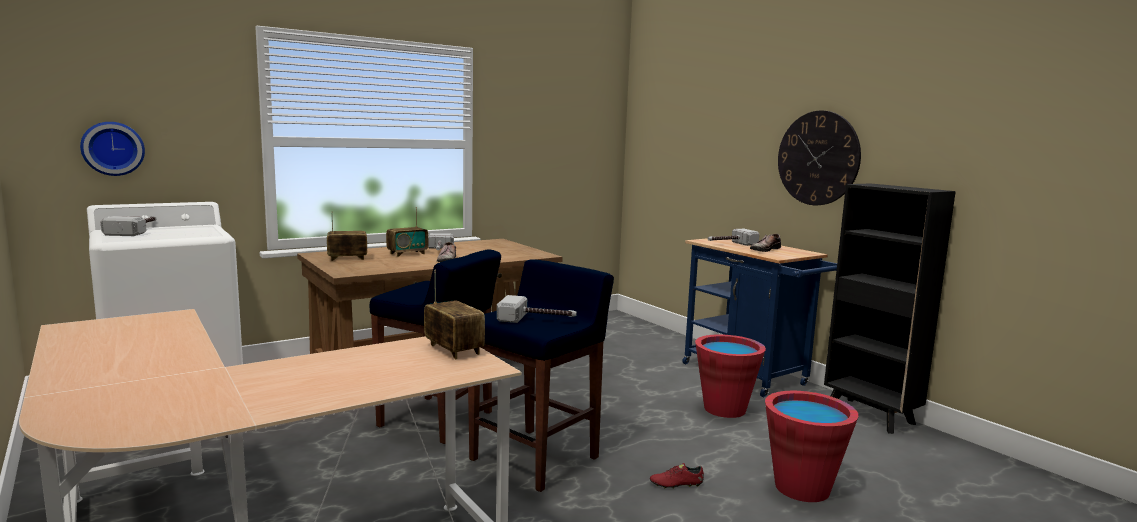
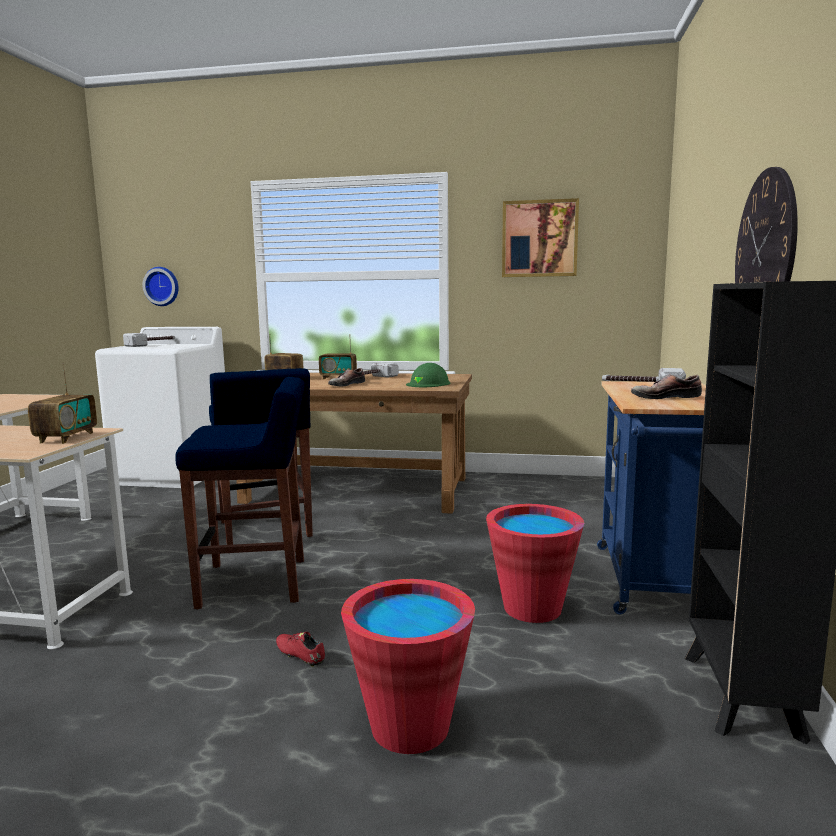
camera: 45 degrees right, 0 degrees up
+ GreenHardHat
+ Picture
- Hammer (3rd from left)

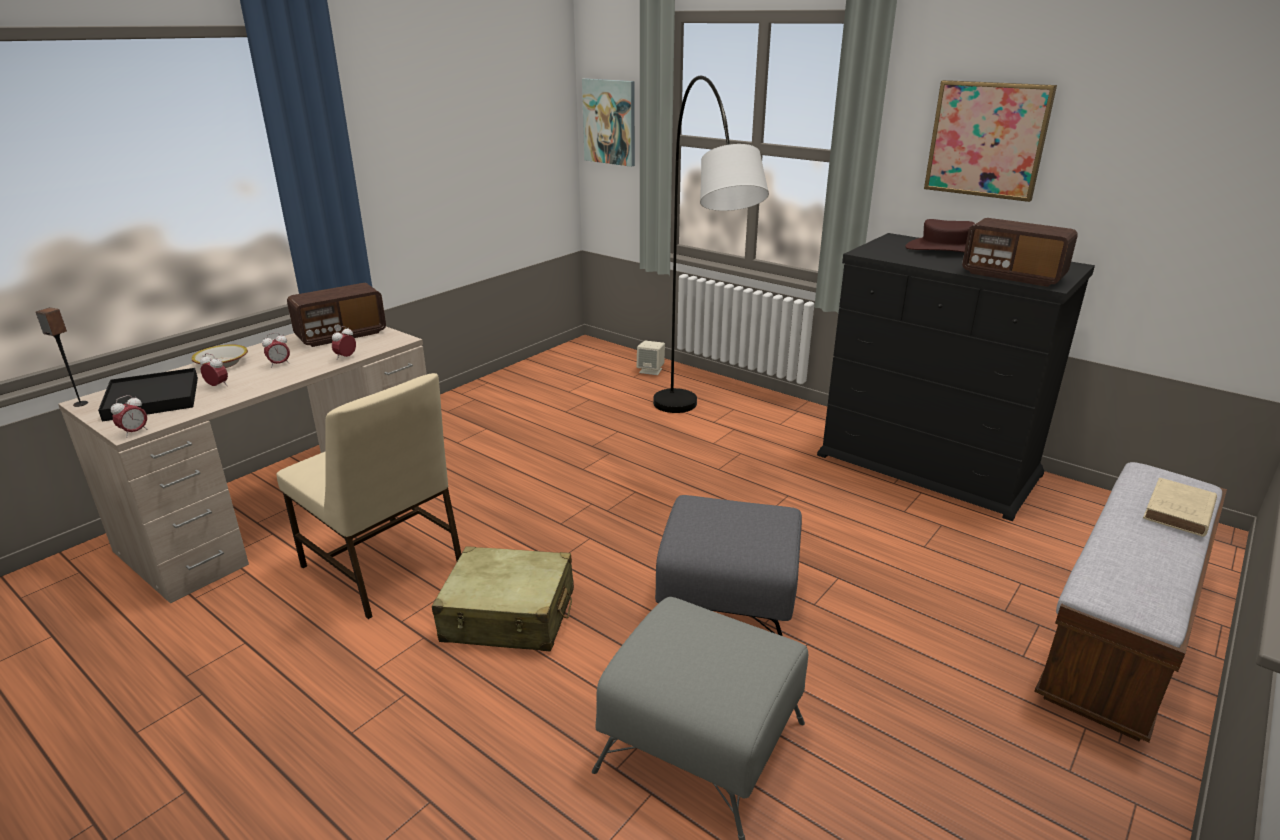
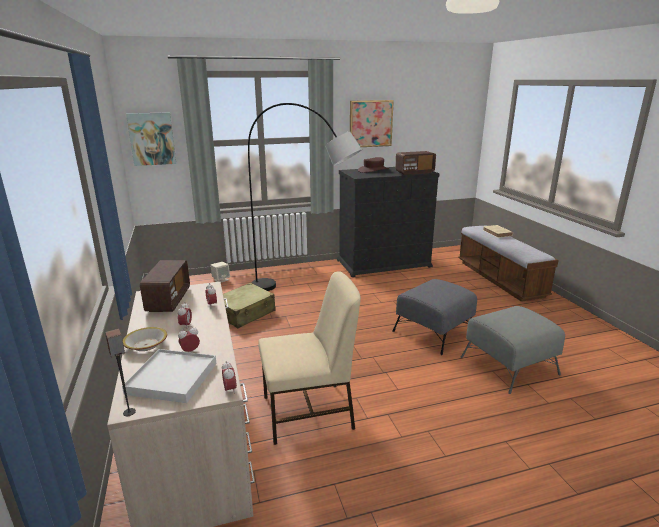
camera: 55 degrees left, 5 degrees down
~ BlackTray to WhiteTray
~ BeigeSuitcase

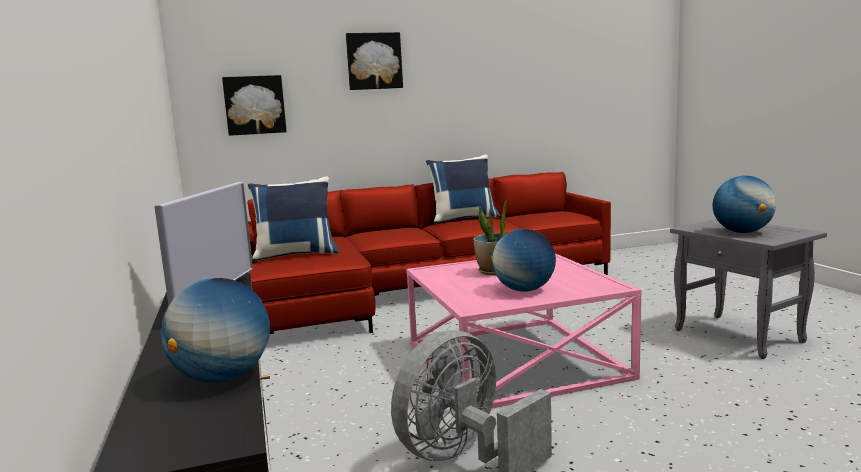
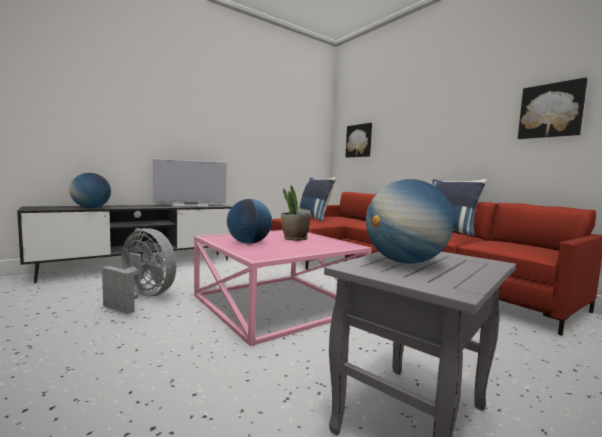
camera: 70 degrees right, 5 degrees down
~ Picture (2nd from left)

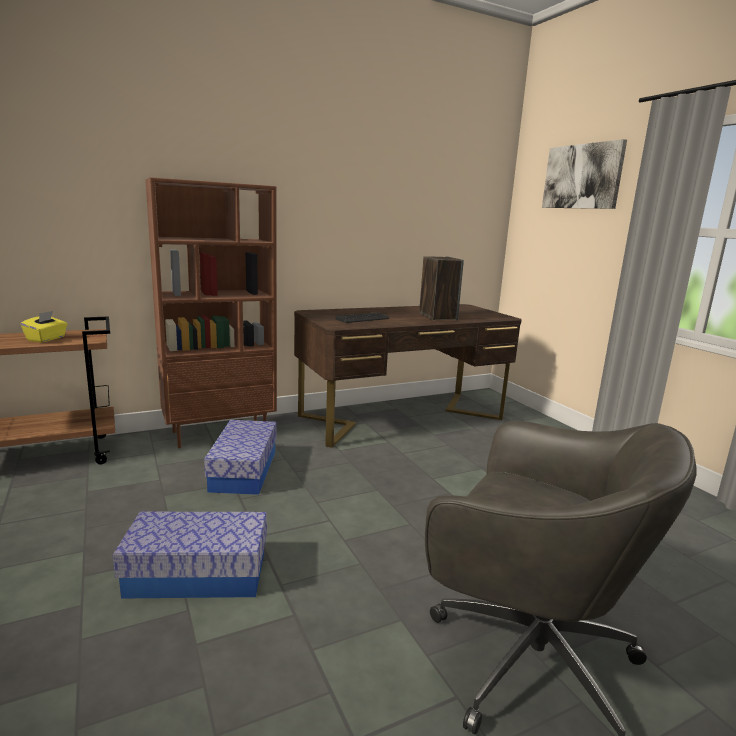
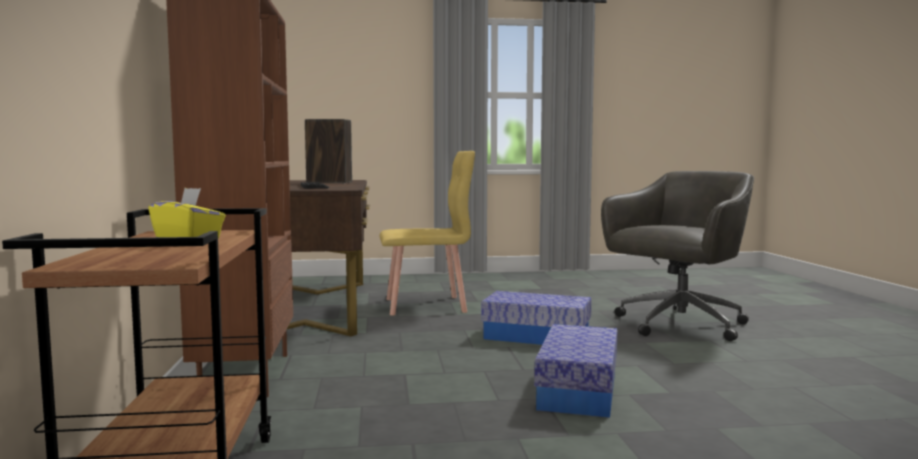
camera: 70 degrees left, 10 degrees down
+ YellowChair
~ StorageBox (2nd from left in the first image) to StorageBox (1st from left)
- Picture

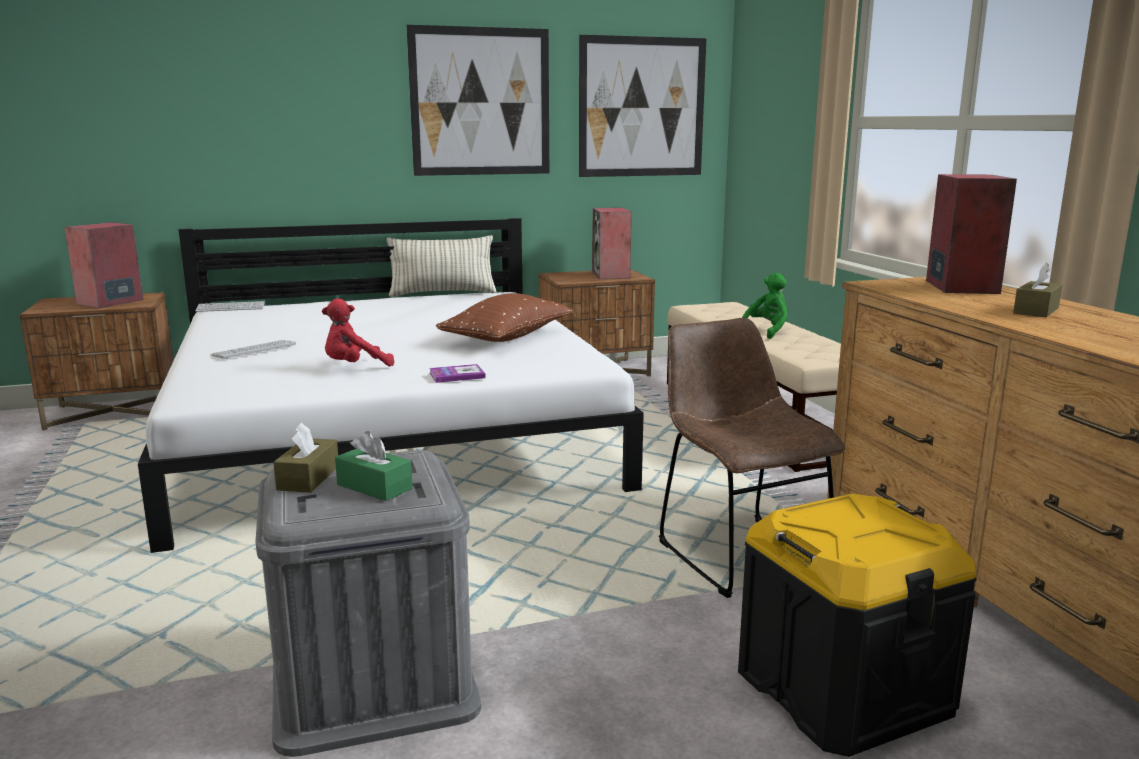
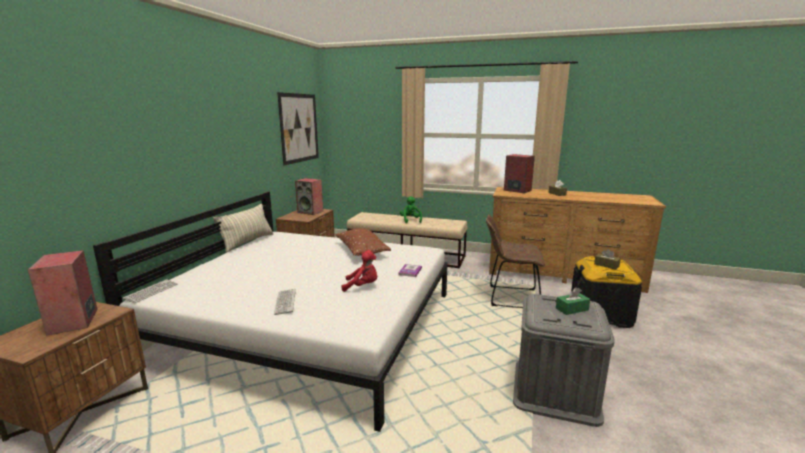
camera: 55 degrees left, 0 degrees up
~ RedPlushToy 90 degrees counterclockwise
~ BrownTissueBox (1st from left in the first image) to BrownTissueBox (2nd from left)
- Picture (1st from left)

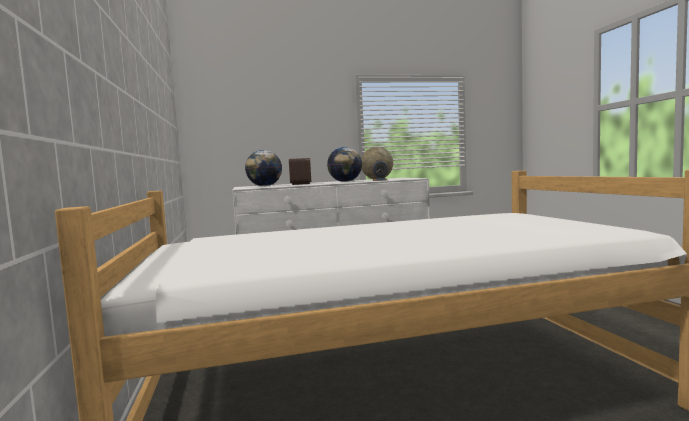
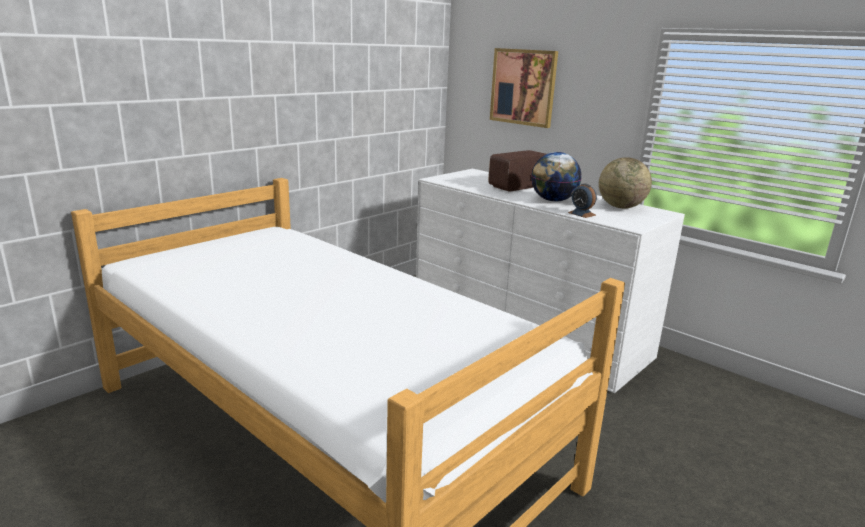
camera: 55 degrees right, 15 degrees up
+ Picture
- Globe (1st from left)

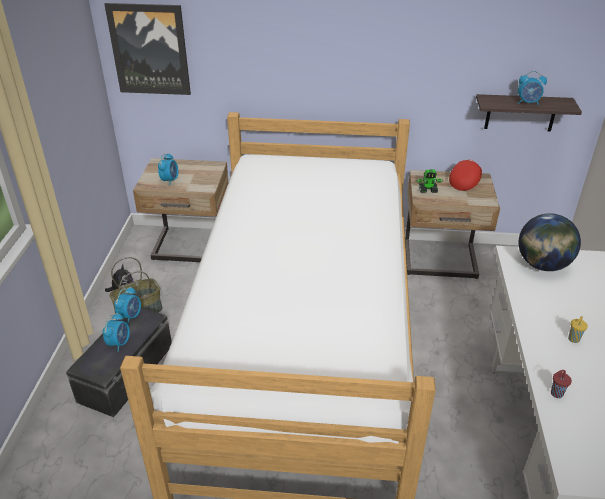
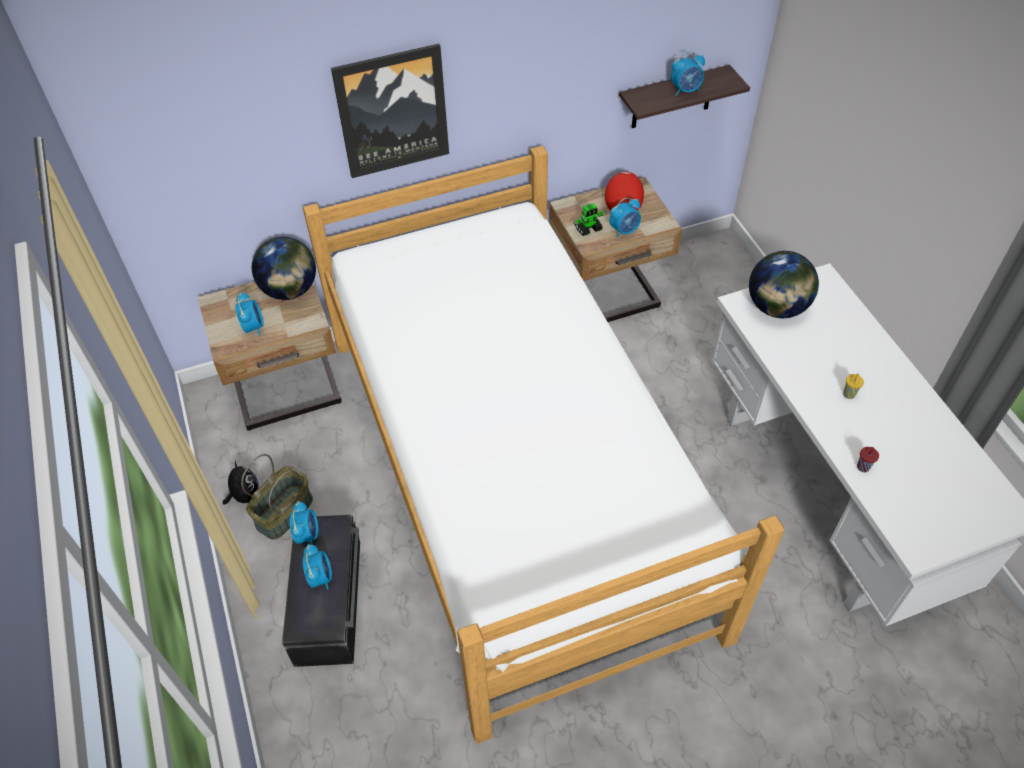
camera: 25 degrees left, 15 degrees up
+ Globe (1st from left)
~ Picture
+ AlarmClock (4th from left)

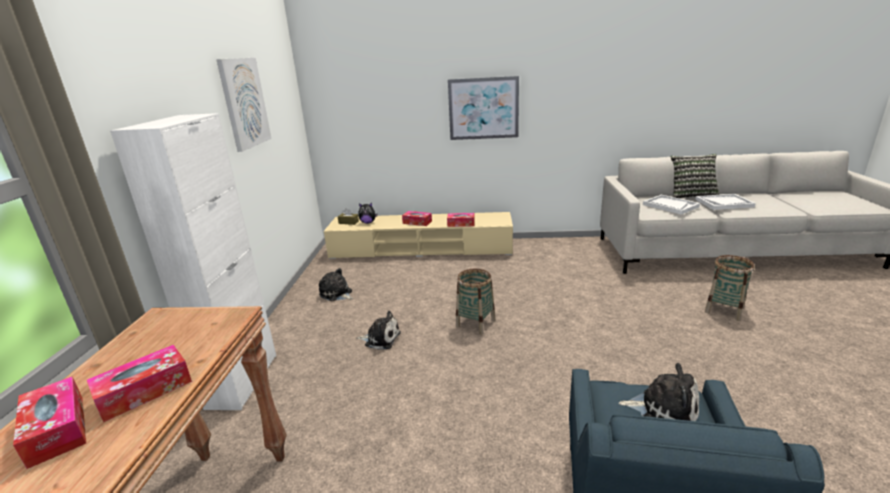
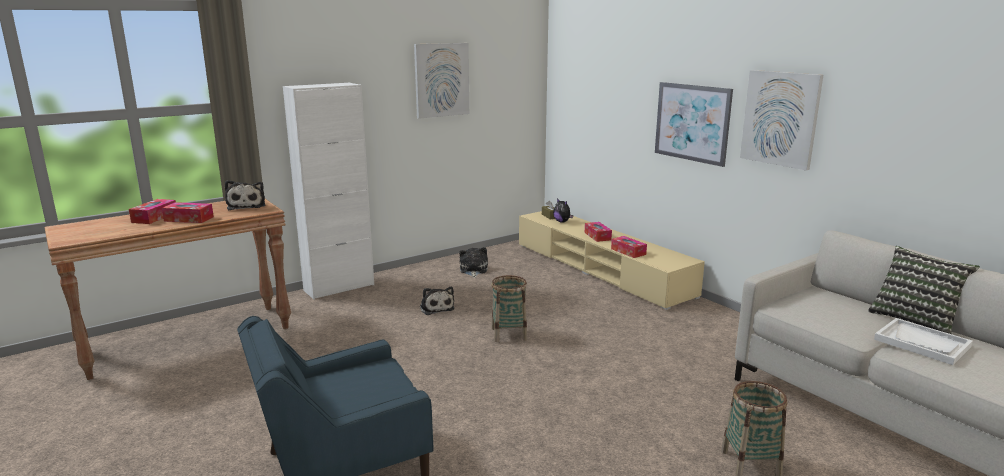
camera: 50 degrees right, 5 degrees down
~ PlushToy (4th from left in the first image) to PlushToy (1st from left)
+ Picture (3rd from left)
- WhiteTray (1st from left)

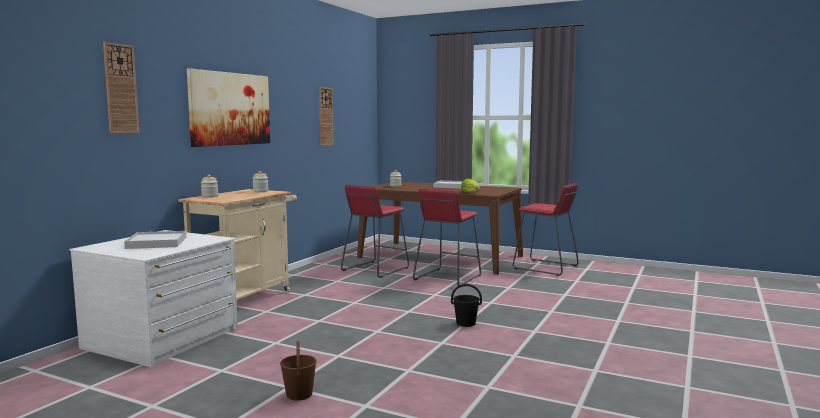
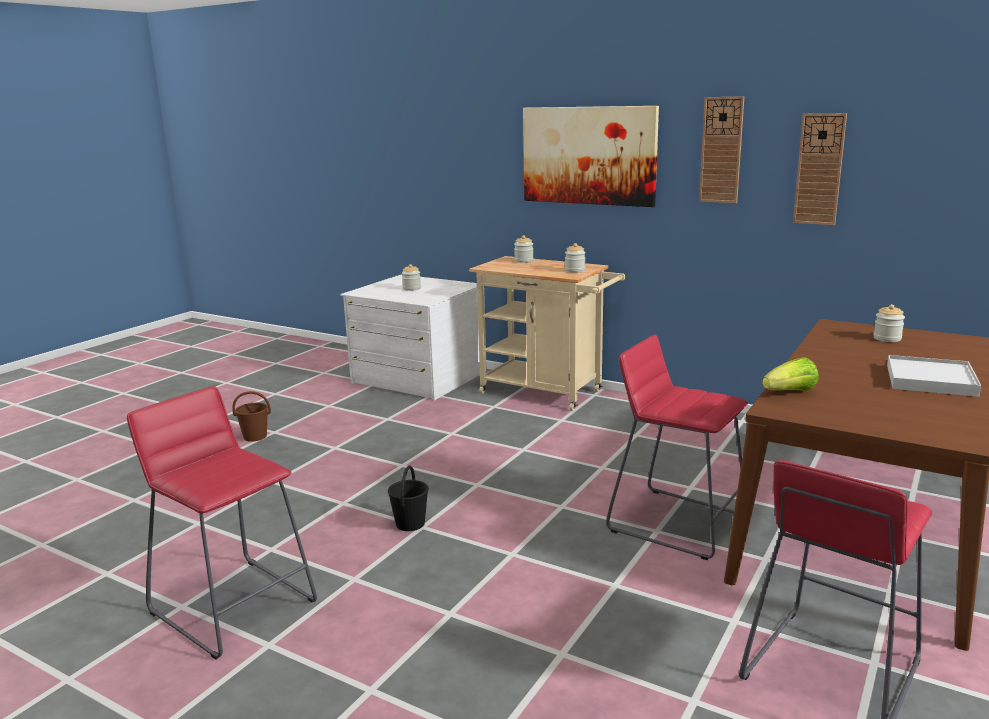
camera: 95 degrees right, 10 degrees up
~ RedStool (1st from left)
~ WhiteTray (1st from left) to Jar (1st from left)
~ WallClock (1st from left)

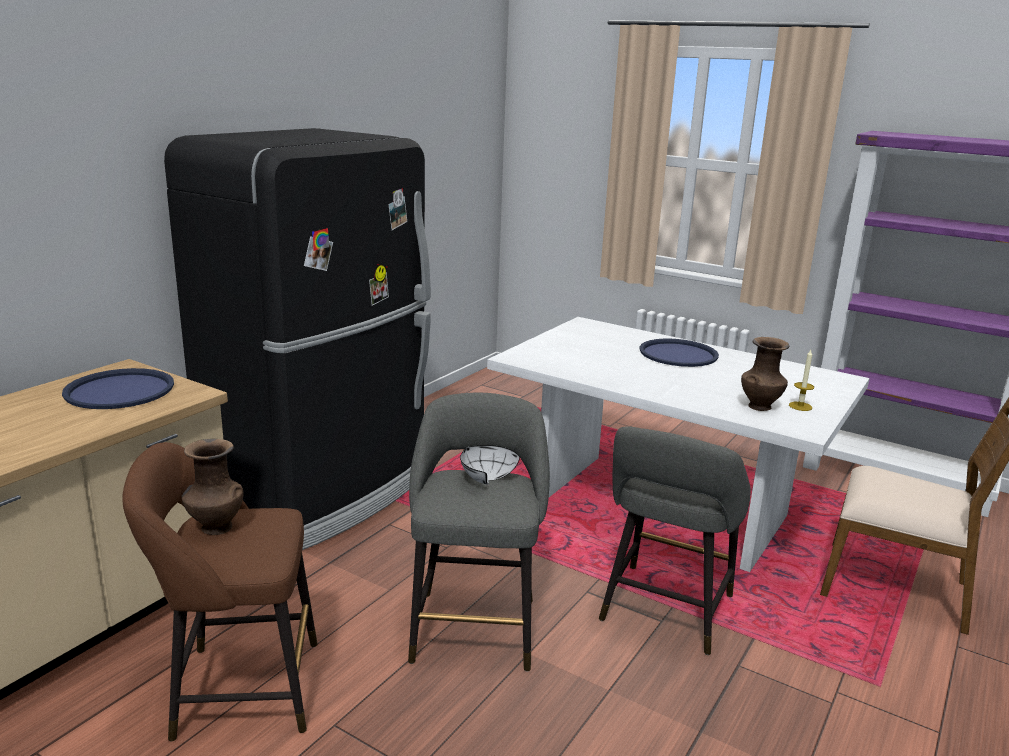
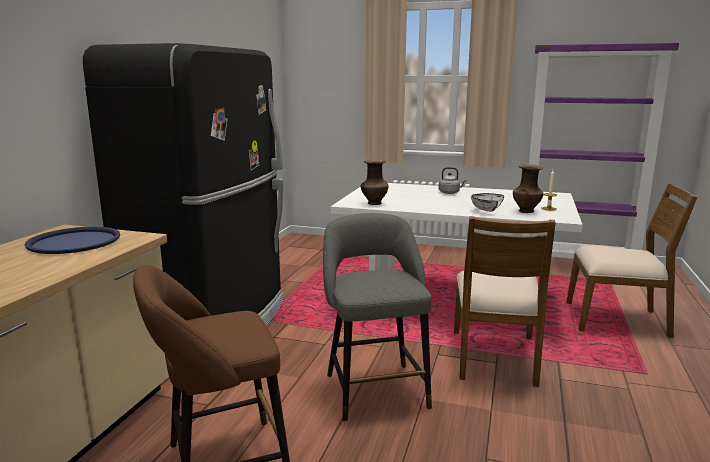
camera: 15 degrees left, 5 degrees down
~ BrownVase (1st from left)
~ BlueTray (2nd from left) to GreyKettle
~ GreyStool (2nd from left) to BrownChair (1st from left)
~ WhiteBowl

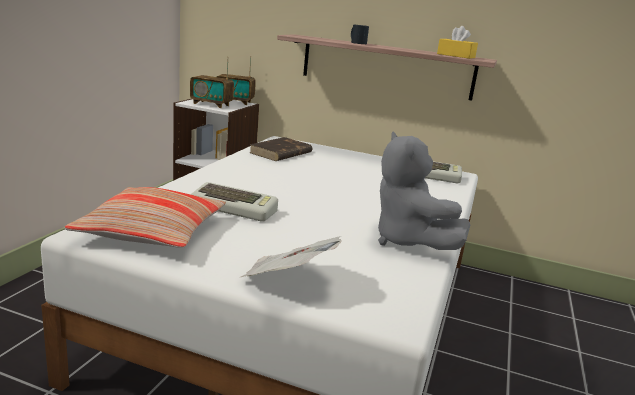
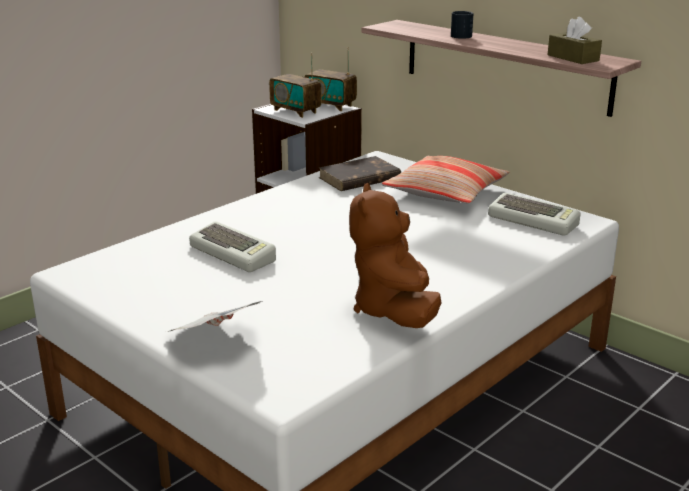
camera: 25 degrees right, 5 degrees up
~ GreyPlushToy to BrownPlushToy
~ Pillow
~ YellowTissueBox to BrownTissueBox

